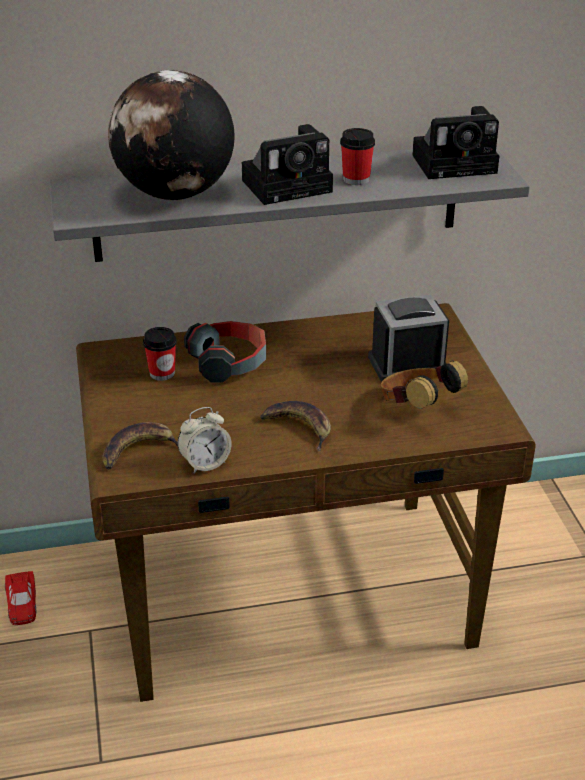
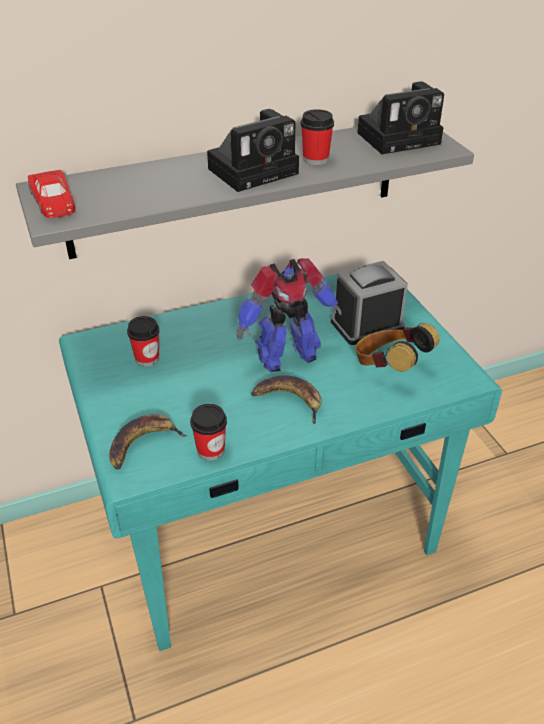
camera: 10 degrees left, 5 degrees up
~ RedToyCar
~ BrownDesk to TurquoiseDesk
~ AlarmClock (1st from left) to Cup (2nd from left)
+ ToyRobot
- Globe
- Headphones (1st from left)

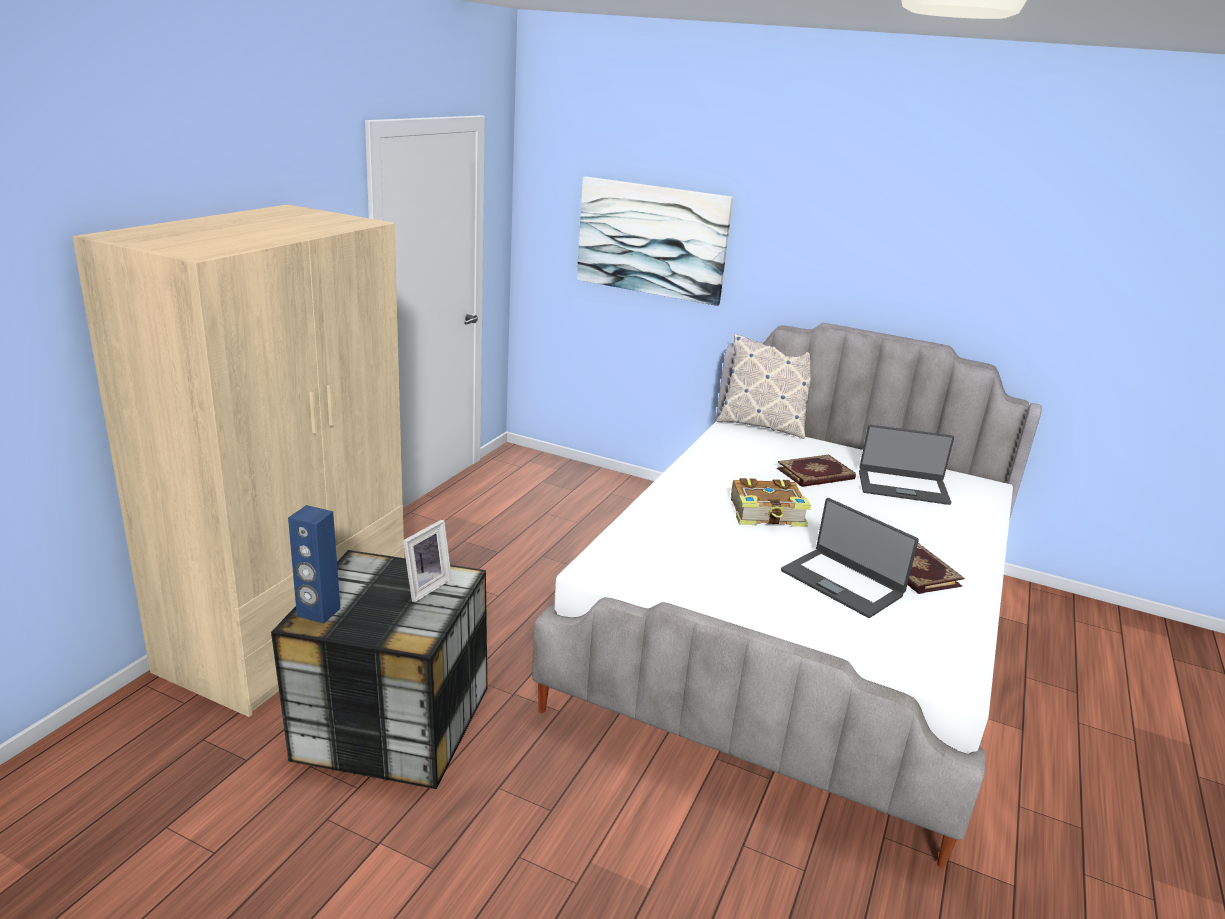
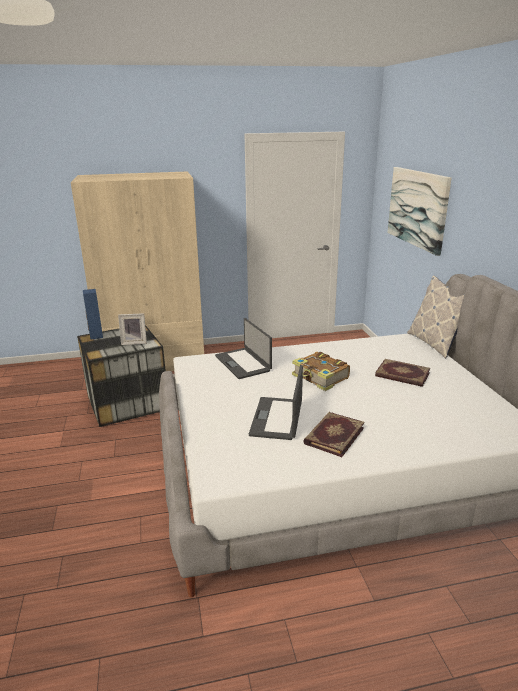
camera: 55 degrees right, 0 degrees up
~ Laptop (2nd from left in the first image) to Laptop (1st from left)

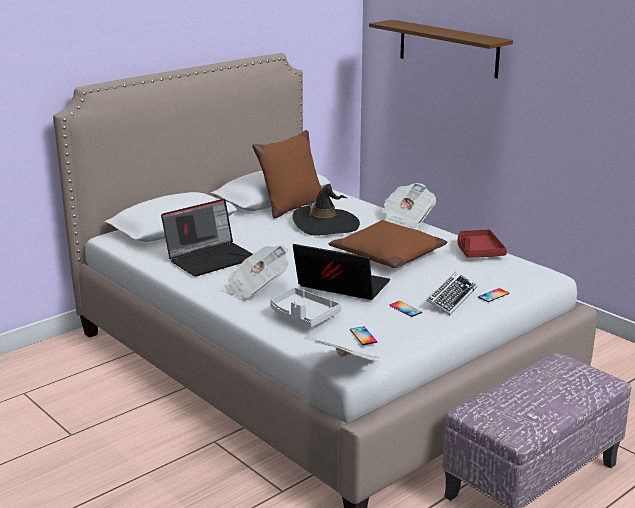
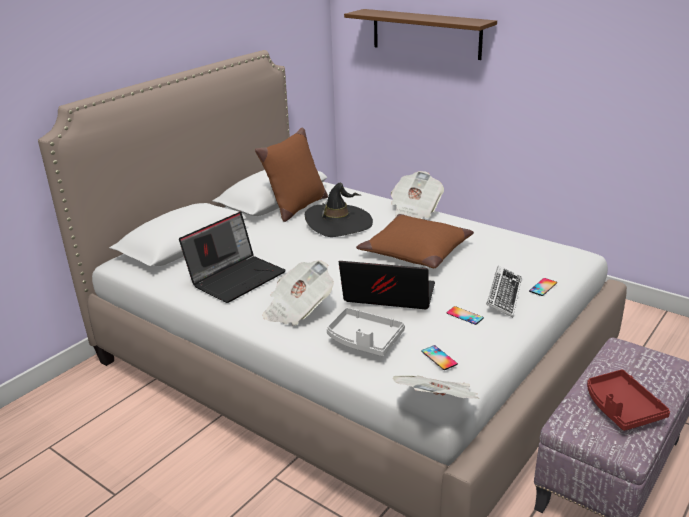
camera: 10 degrees left, 5 degrees up
~ RedTray

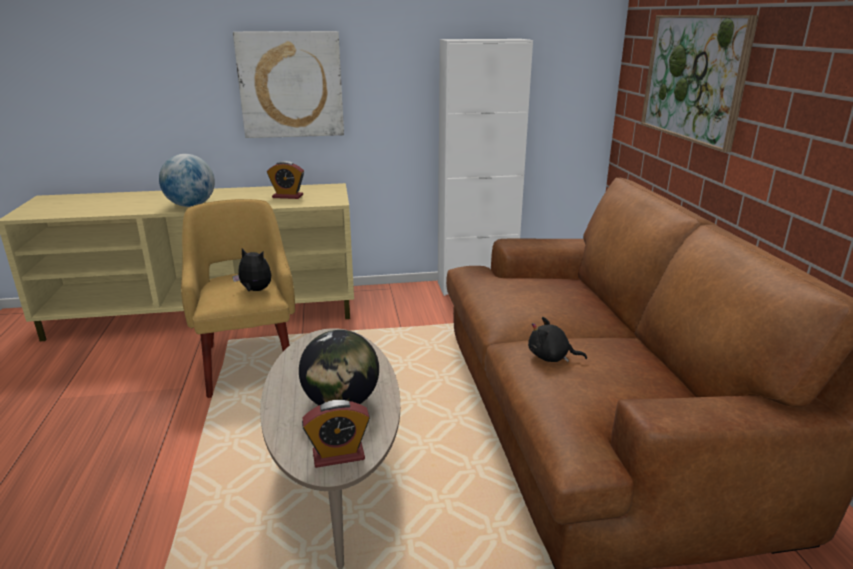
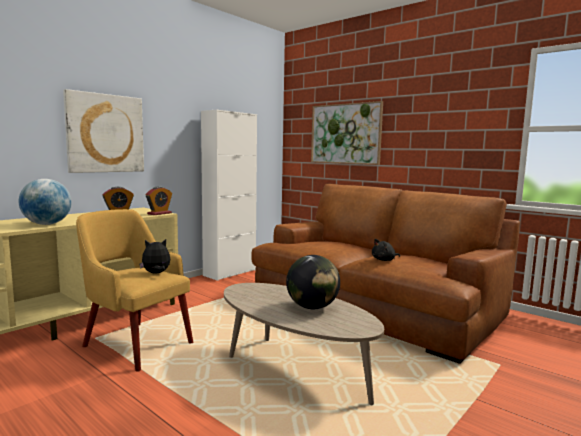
camera: 40 degrees left, 15 degrees down
~ AlarmClock (2nd from left)

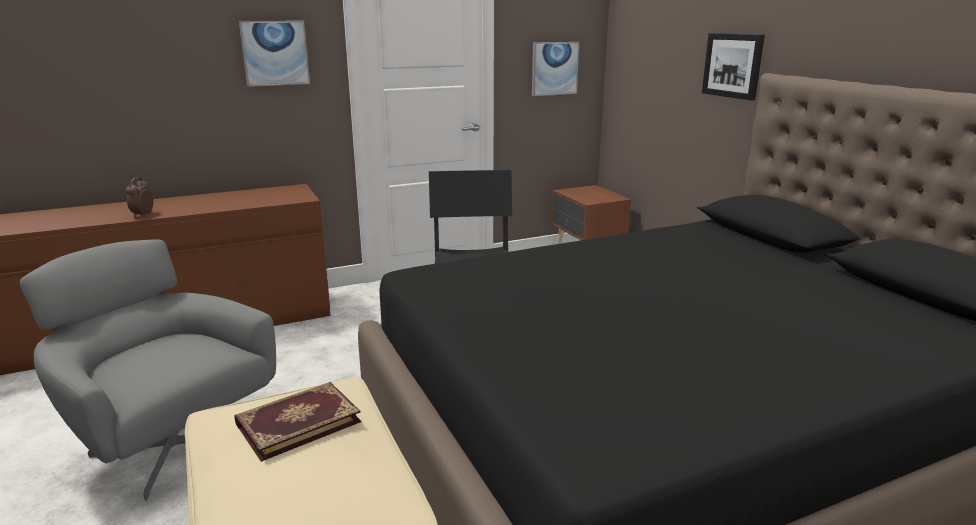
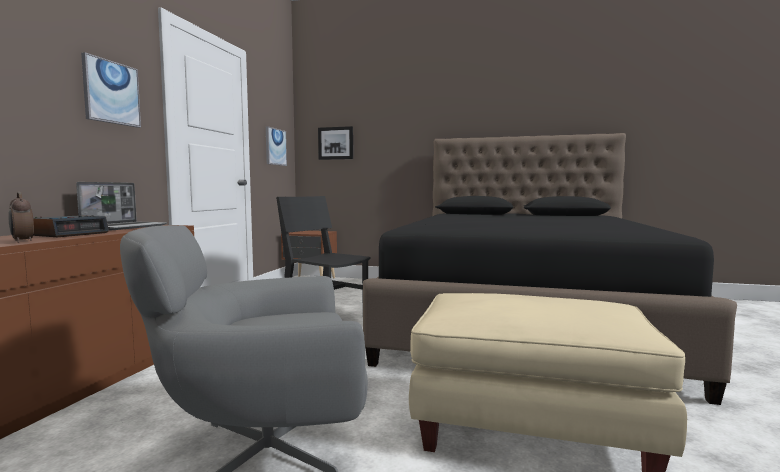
camera: 50 degrees left, 15 degrees down
+ AlarmClock (2nd from left)
+ Laptop
~ Picture (3rd from left)
- Book

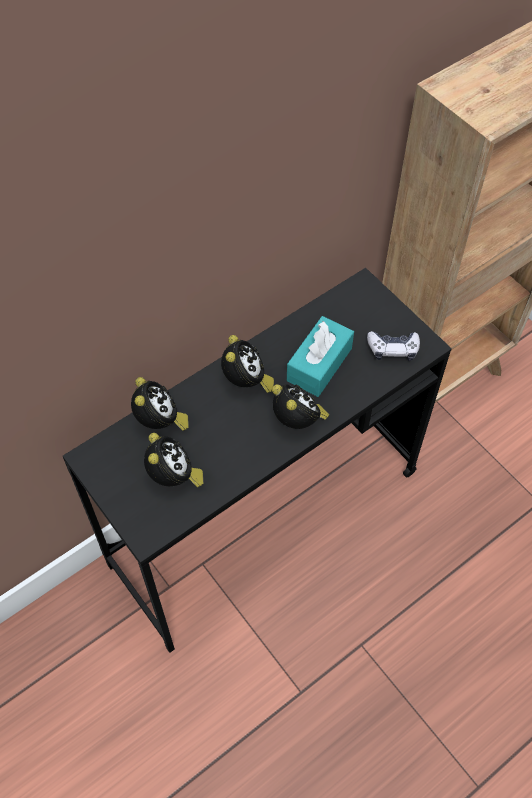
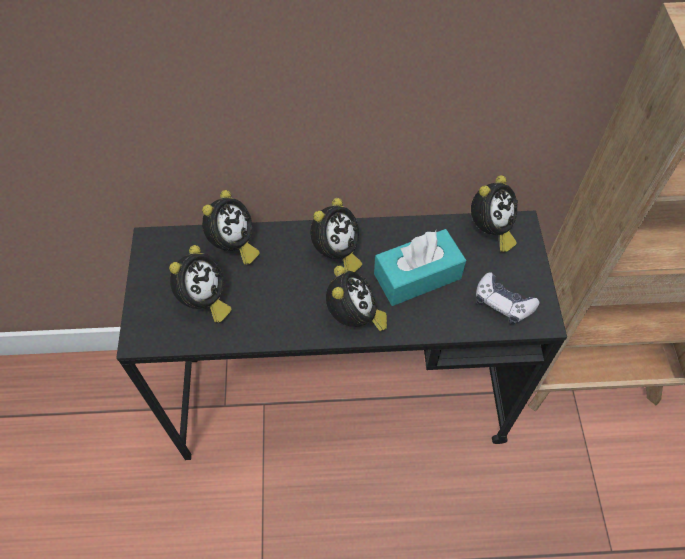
camera: 35 degrees right, 0 degrees up
+ AlarmClock (5th from left)

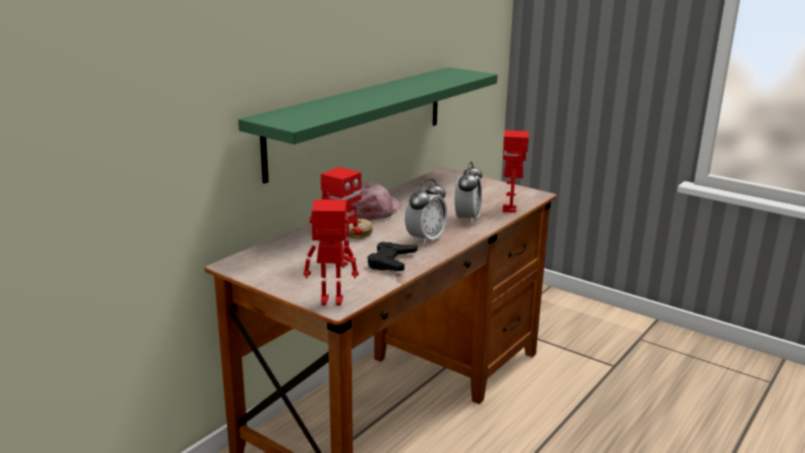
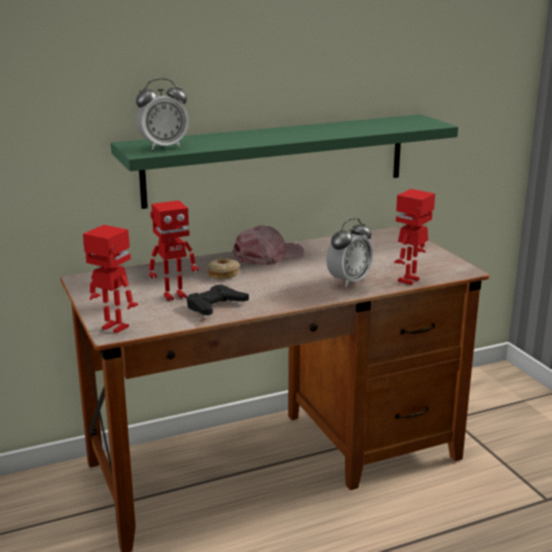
camera: 30 degrees right, 0 degrees up
~ AlarmClock (1st from left)

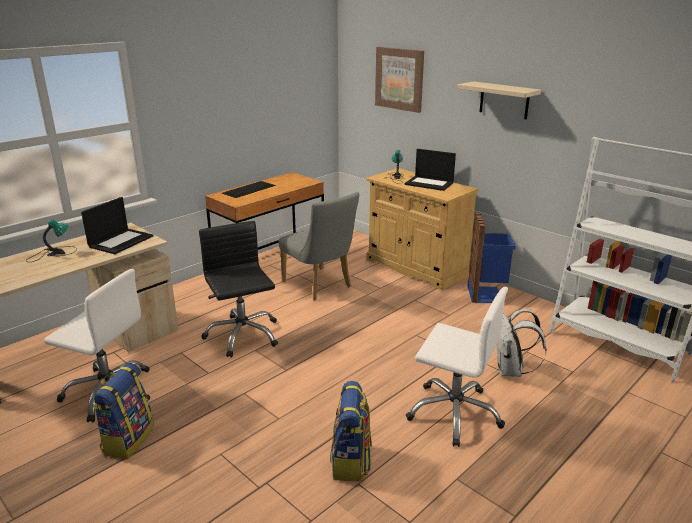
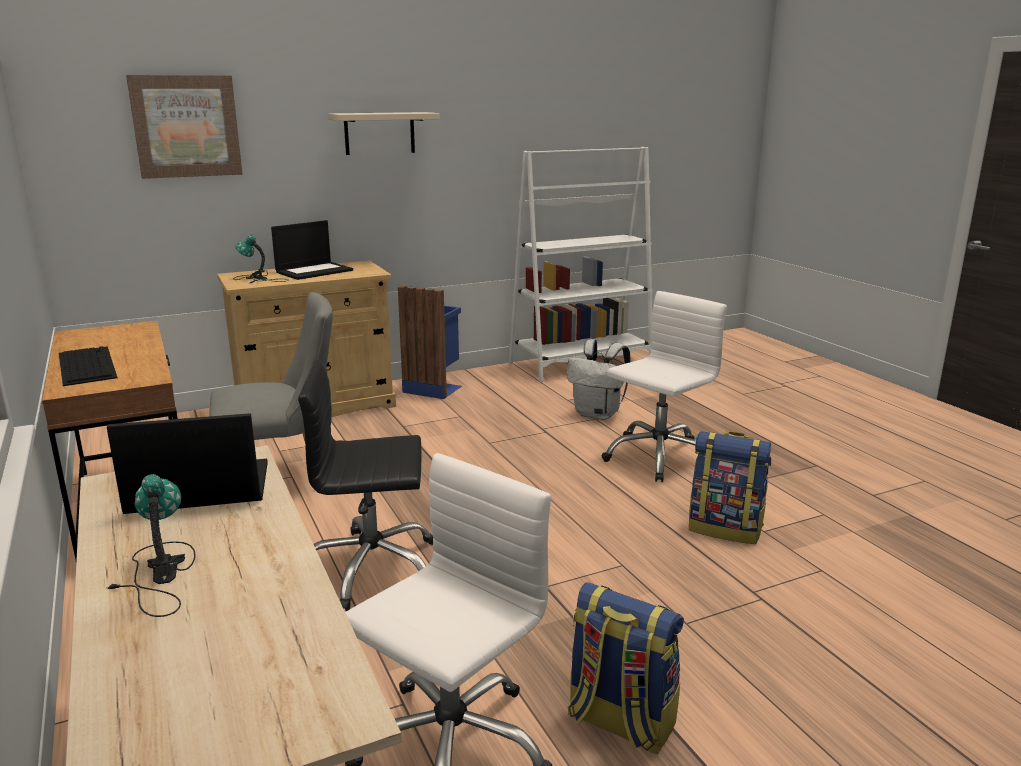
camera: 70 degrees left, 5 degrees down
~ Laptop (1st from left) 60 degrees counterclockwise

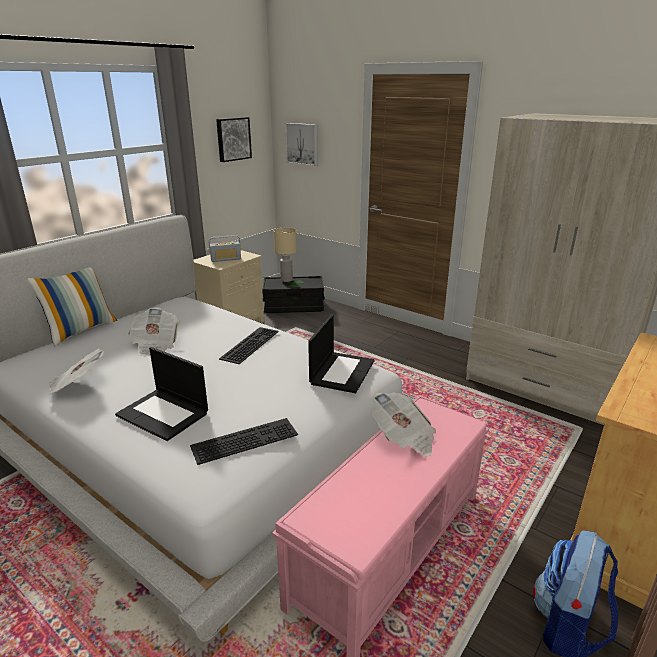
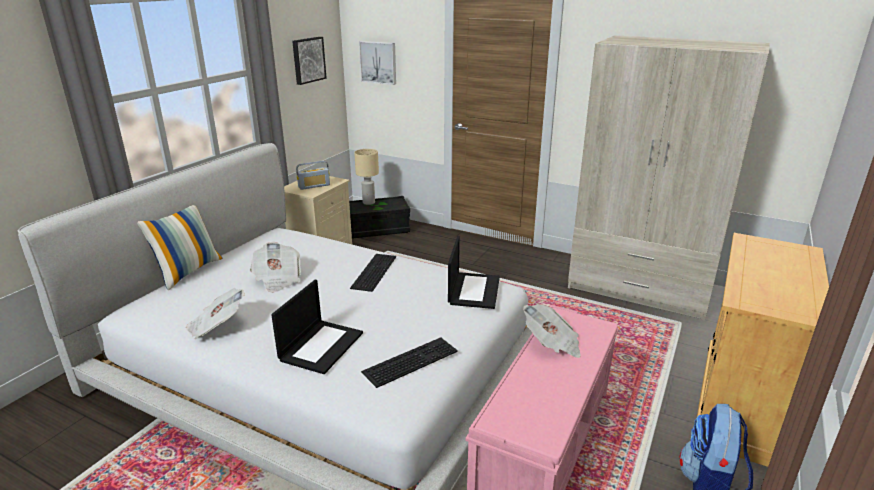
camera: 10 degrees left, 0 degrees up
~ Laptop (1st from left) 90 degrees counterclockwise

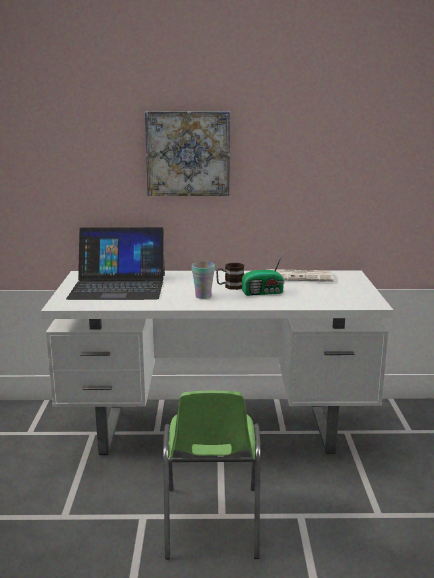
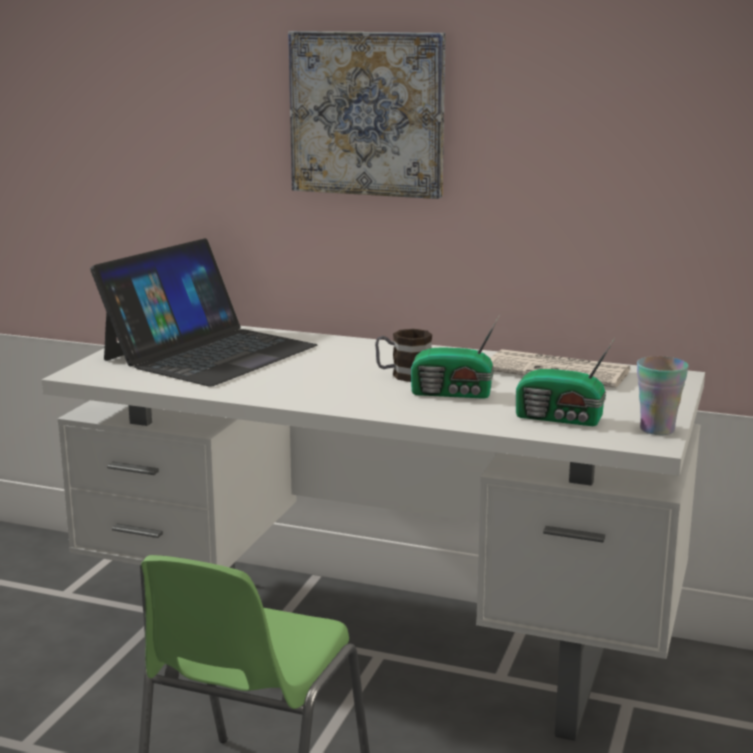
camera: 20 degrees right, 0 degrees up
~ Laptop 75 degrees counterclockwise
+ Radio (2nd from left)
~ Cup

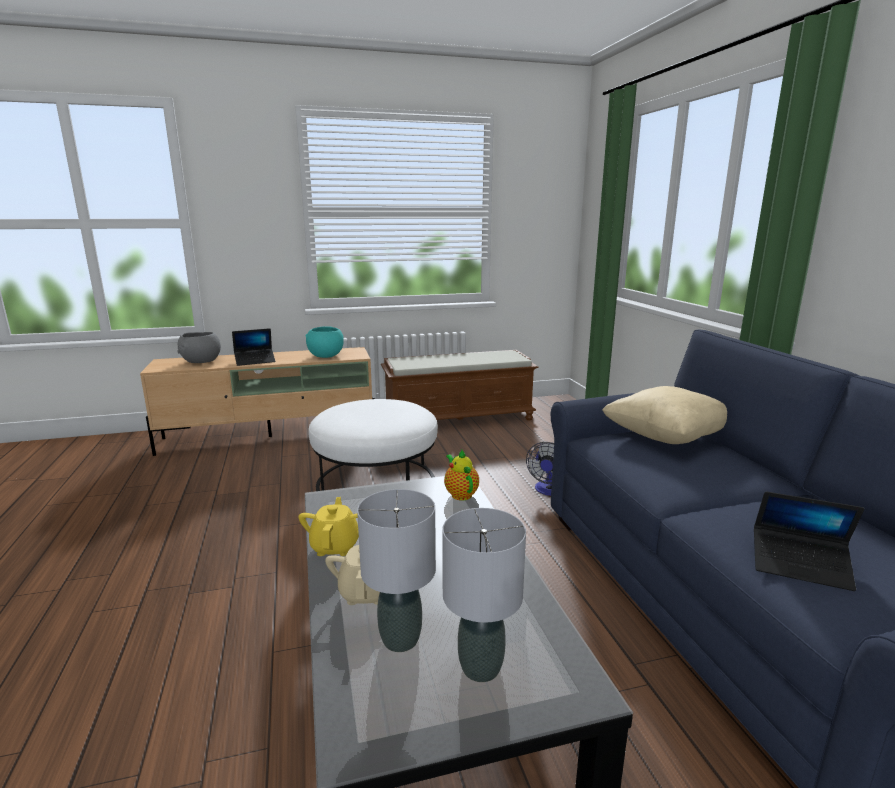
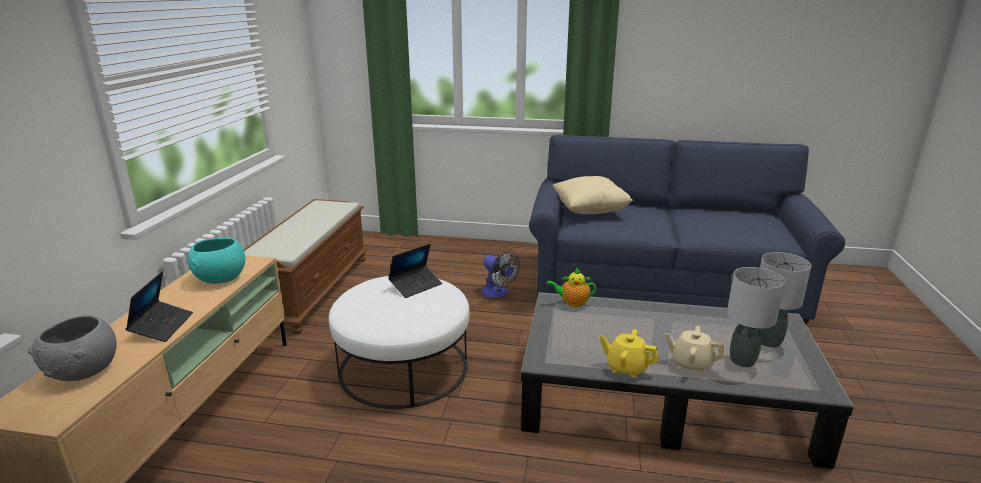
camera: 65 degrees left, 5 degrees up
~ Laptop (2nd from left)

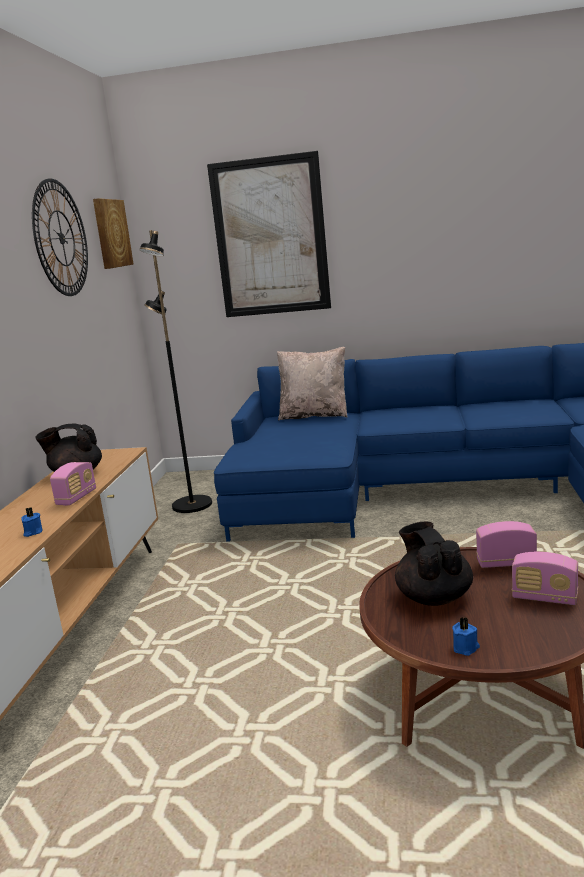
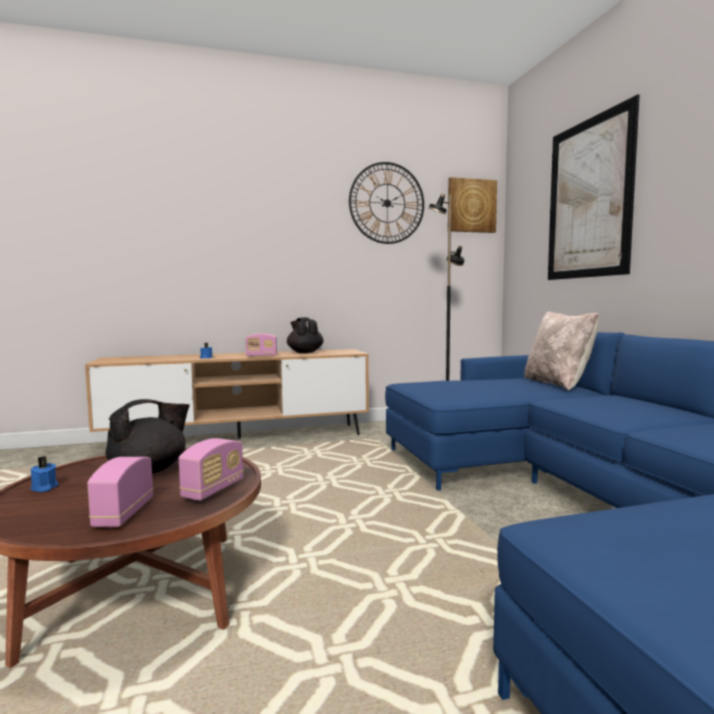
camera: 65 degrees right, 10 degrees down
~ Radio (2nd from left) 45 degrees clockwise

